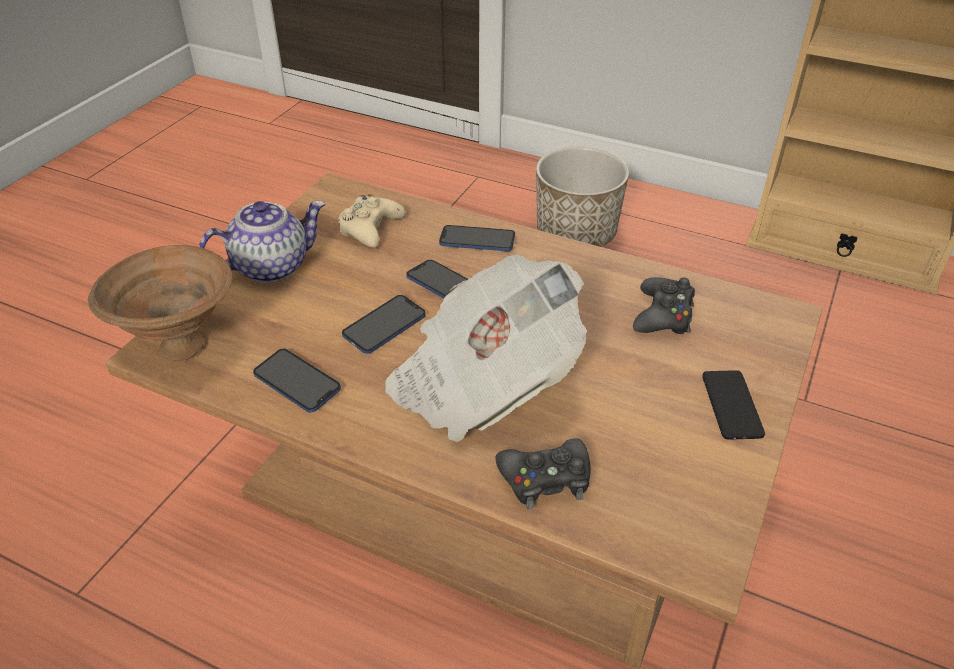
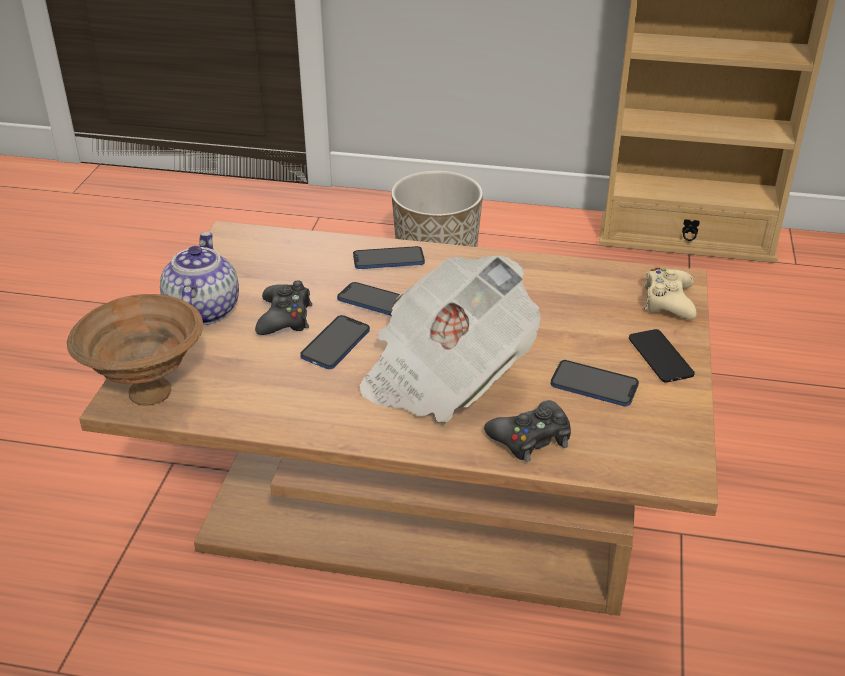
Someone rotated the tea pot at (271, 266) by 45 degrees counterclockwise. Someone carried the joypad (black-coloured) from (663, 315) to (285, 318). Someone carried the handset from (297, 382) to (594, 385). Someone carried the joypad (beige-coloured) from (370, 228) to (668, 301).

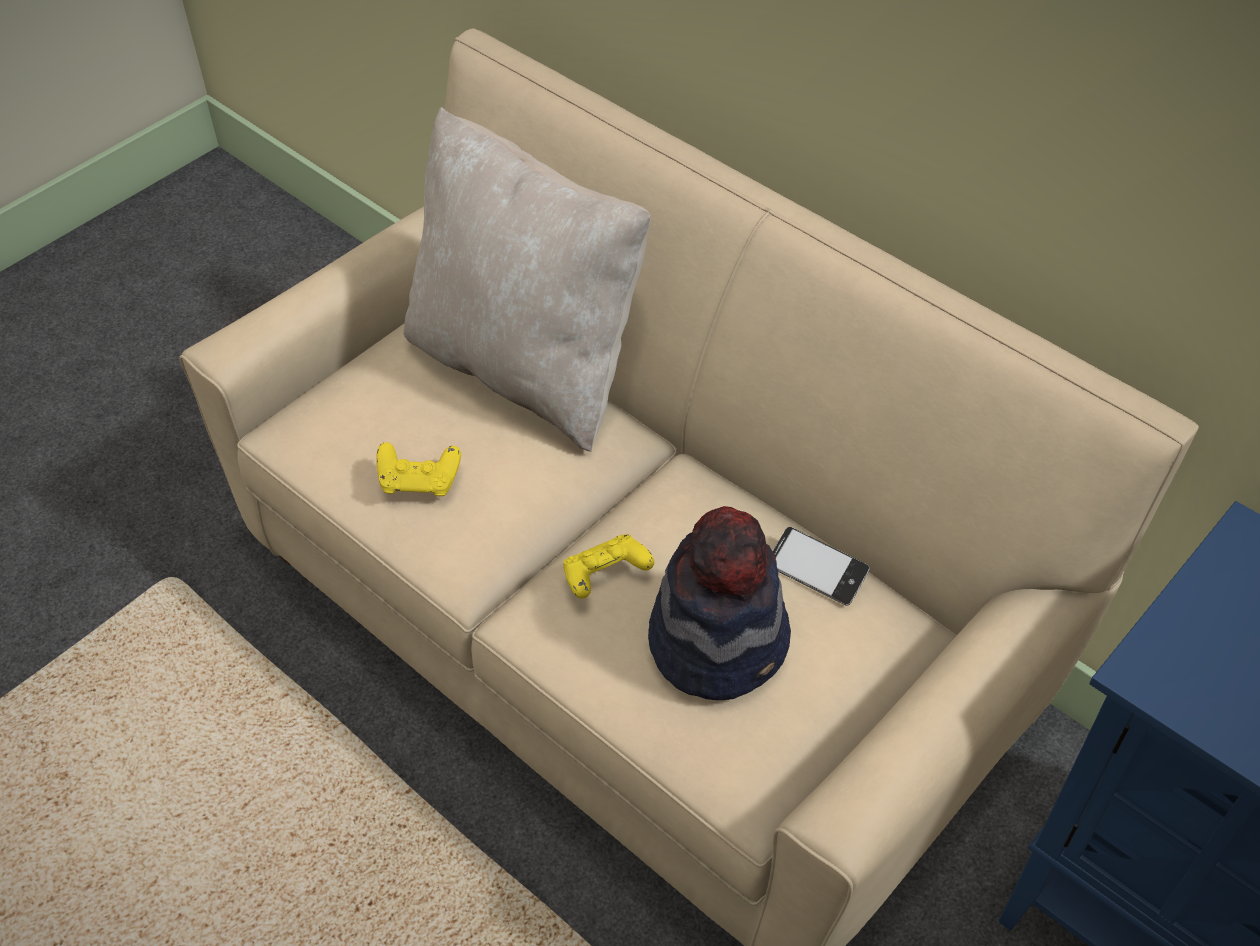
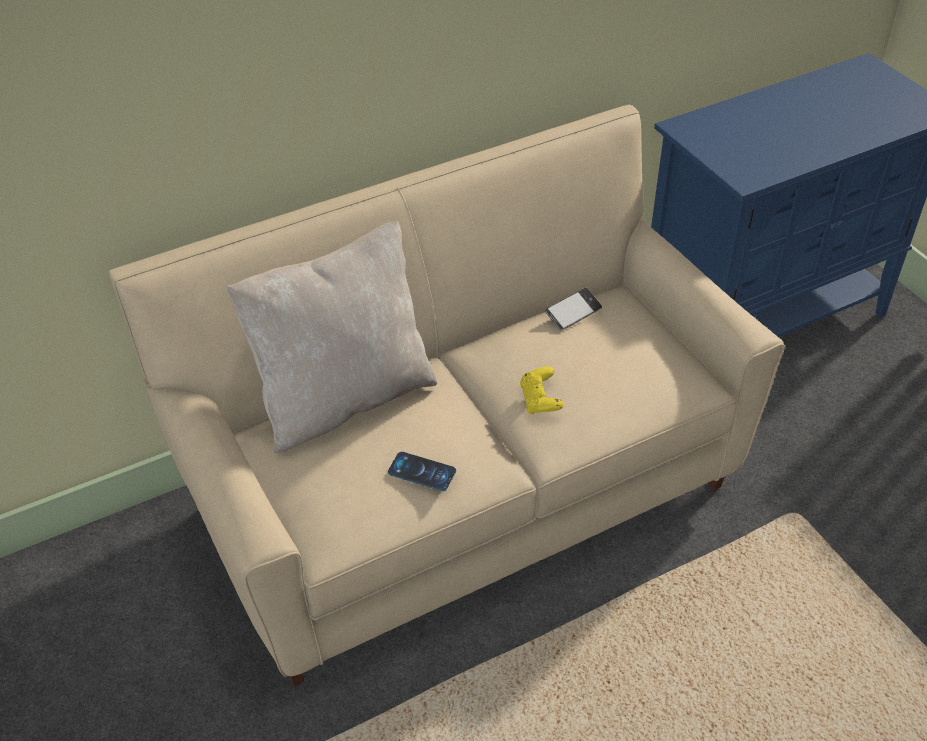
Someone swapped the joypad (yellow) at (419, 481) for the handset at (422, 472). Someone took away the hat at (719, 640).

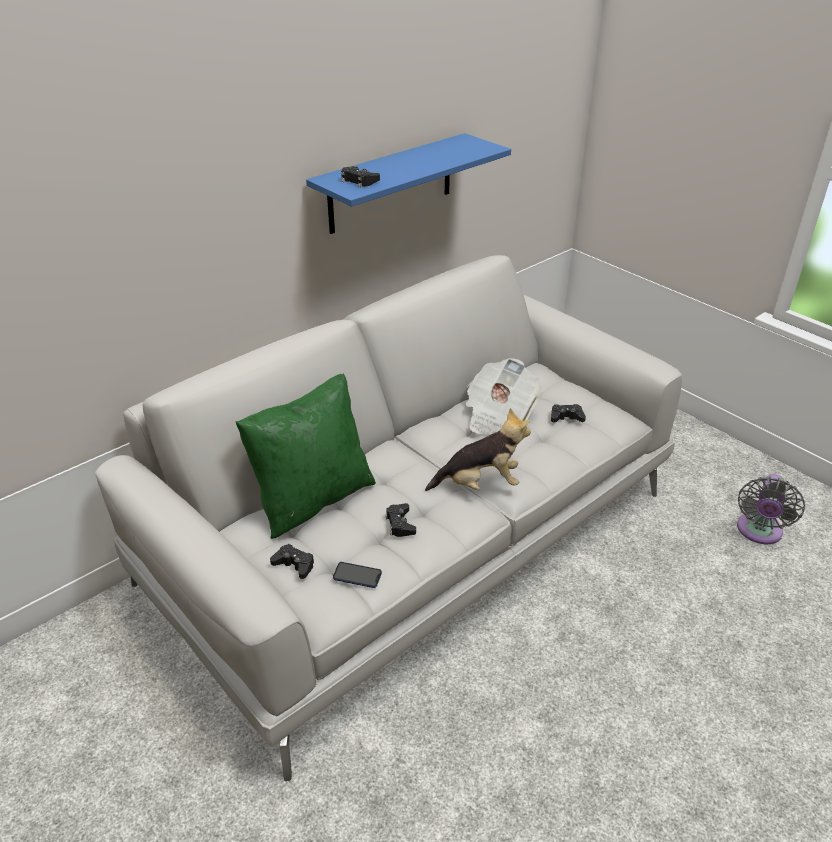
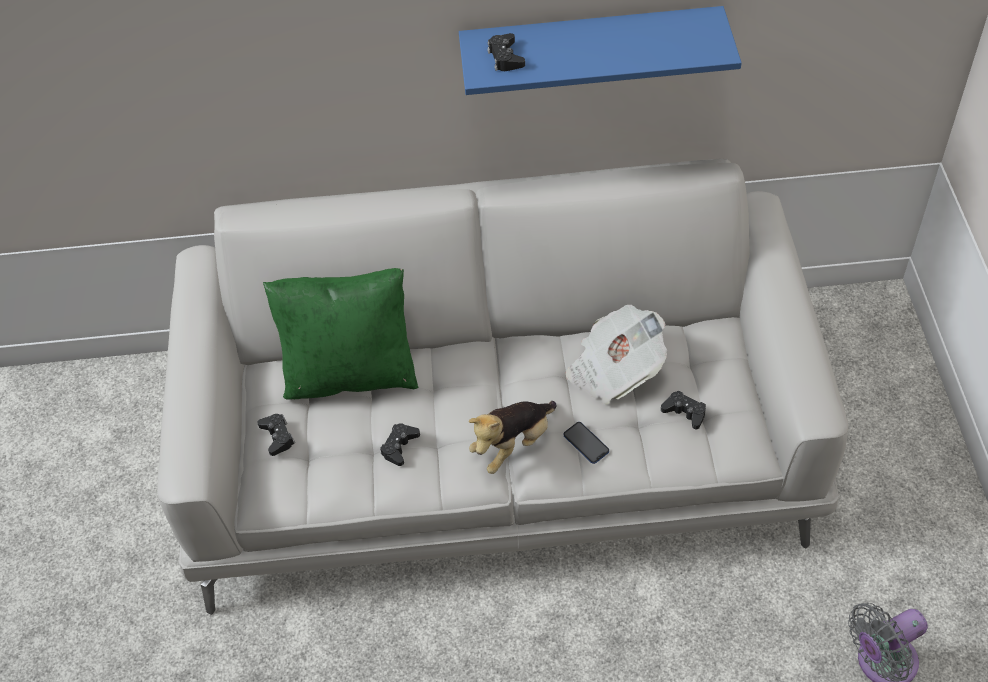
Someone rotated the cuddly toy at (480, 484) by 105 degrees clockwise. Someone carried the handset from (357, 576) to (586, 443).

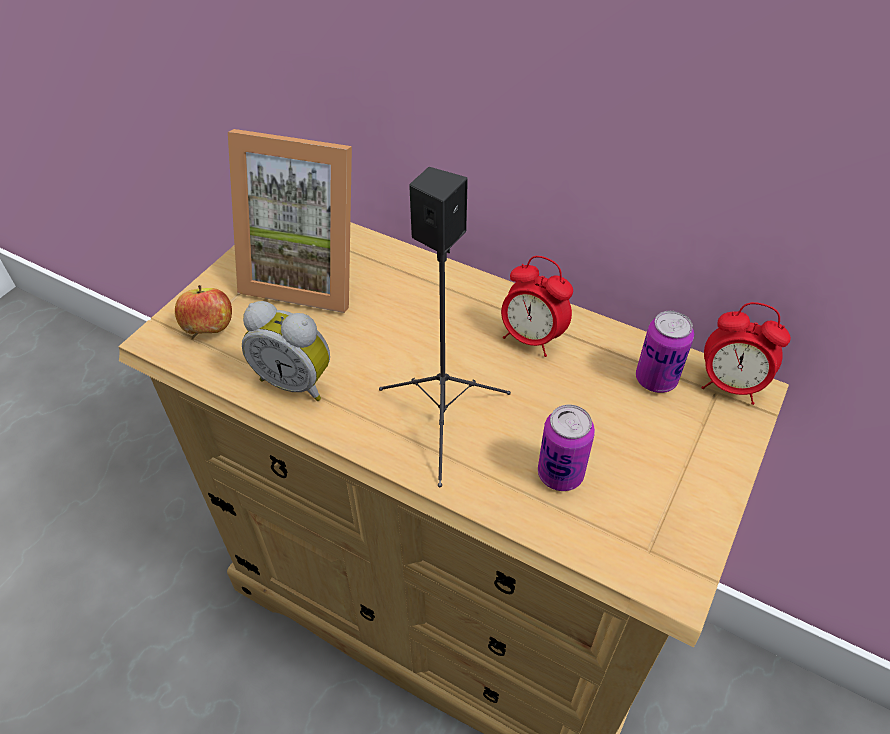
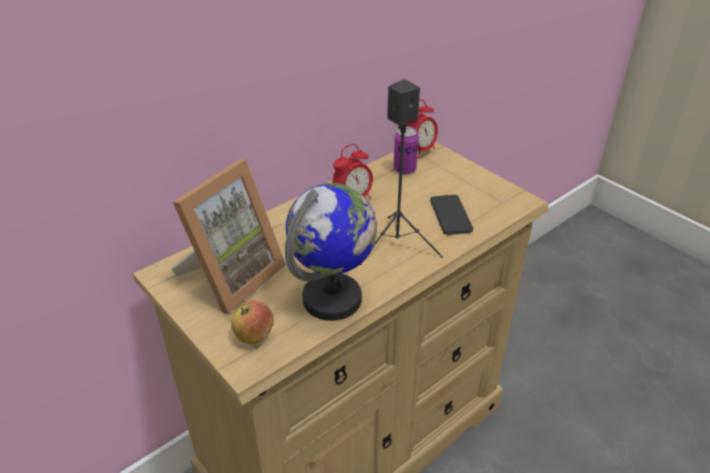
Someone swapped the bedside clock at (296, 381) for the globe at (333, 299). Someone swapped the sealed can at (560, 474) for the handset at (450, 215).

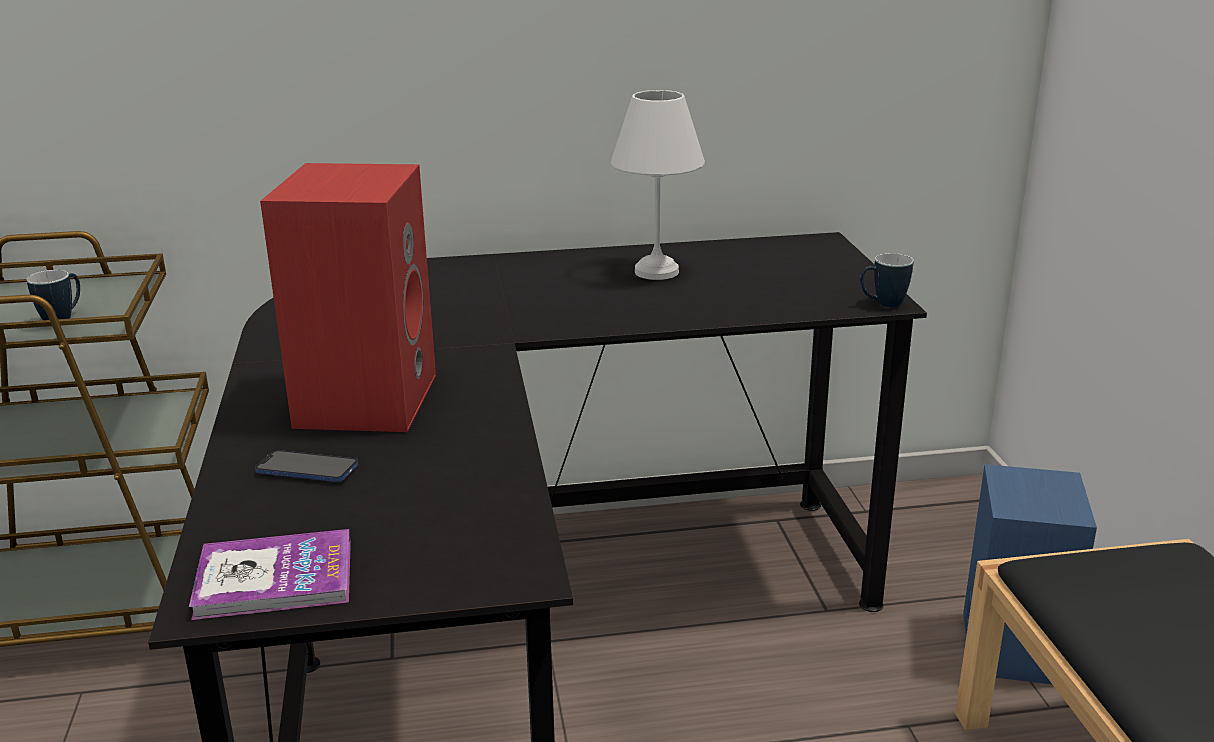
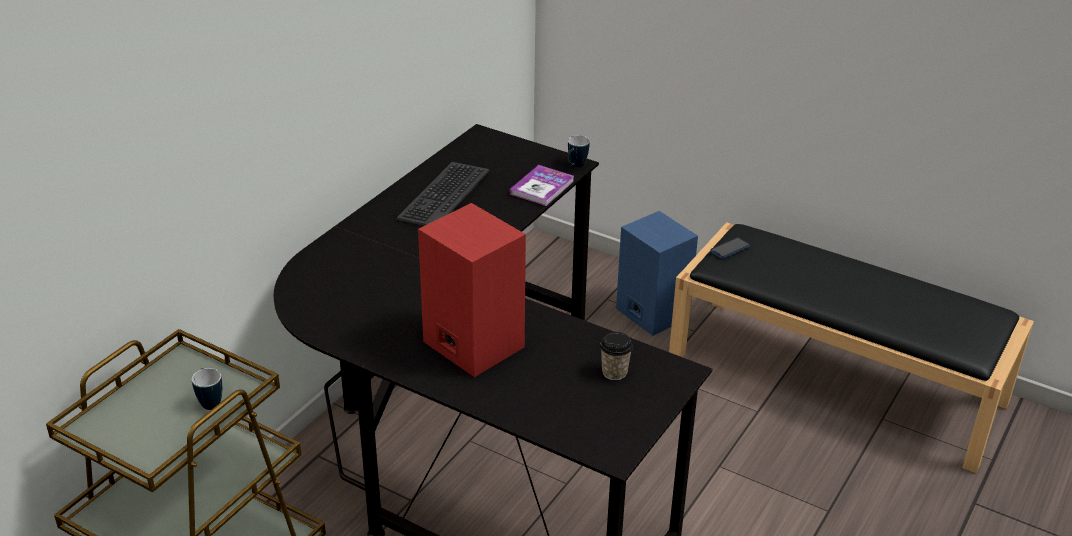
Someone swapped the table lamp (white-coloured) at (657, 271) for the PC keyboard at (443, 195). Someone carried the book from (275, 578) to (542, 187). Someone put down the small cup at (614, 372). Someone carried the handset from (307, 469) to (730, 249).

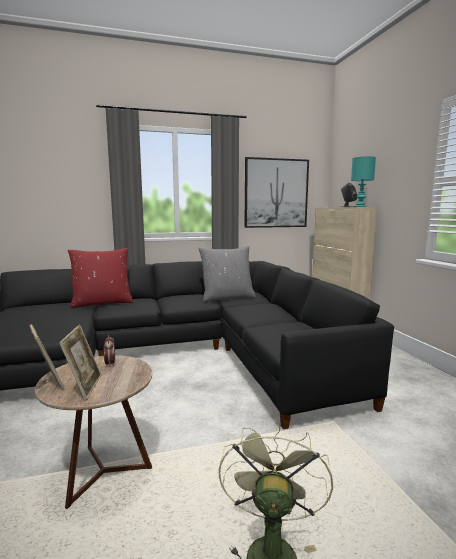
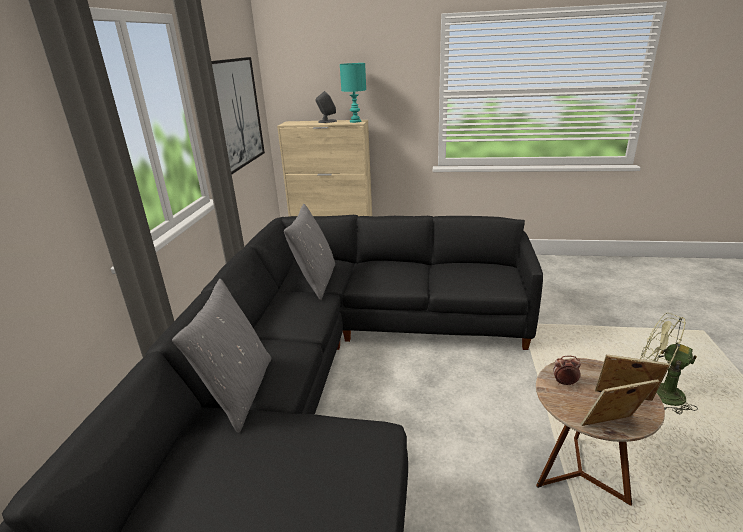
Someone repainted the throw pillow (red-coloured) at (102, 303), which became the throw pillow (grey) at (238, 392).

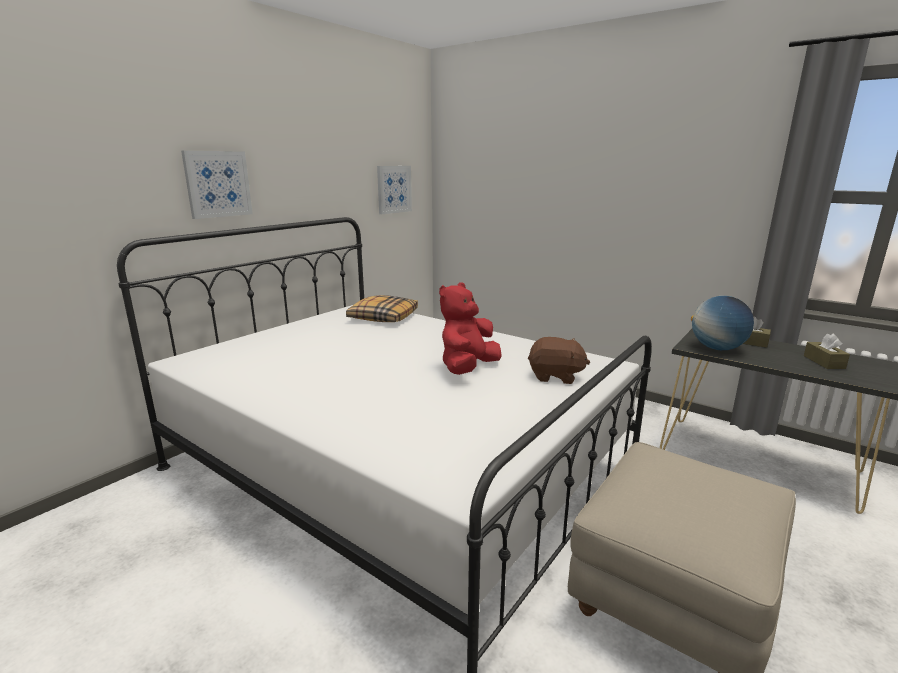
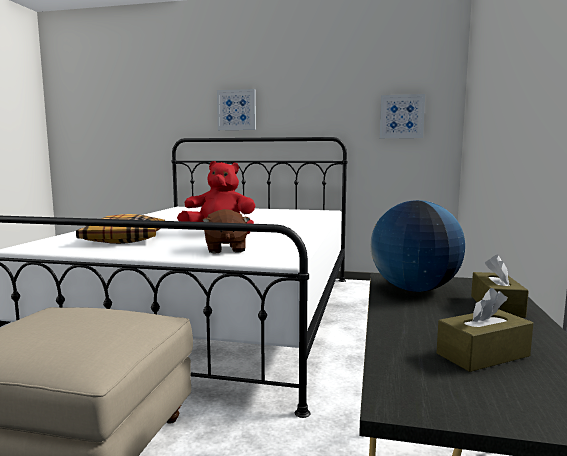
Someone carried the throw pillow from (383, 317) to (125, 239).

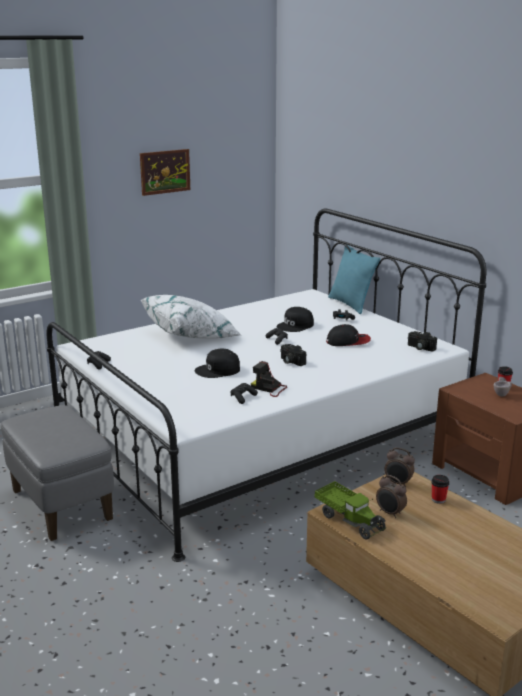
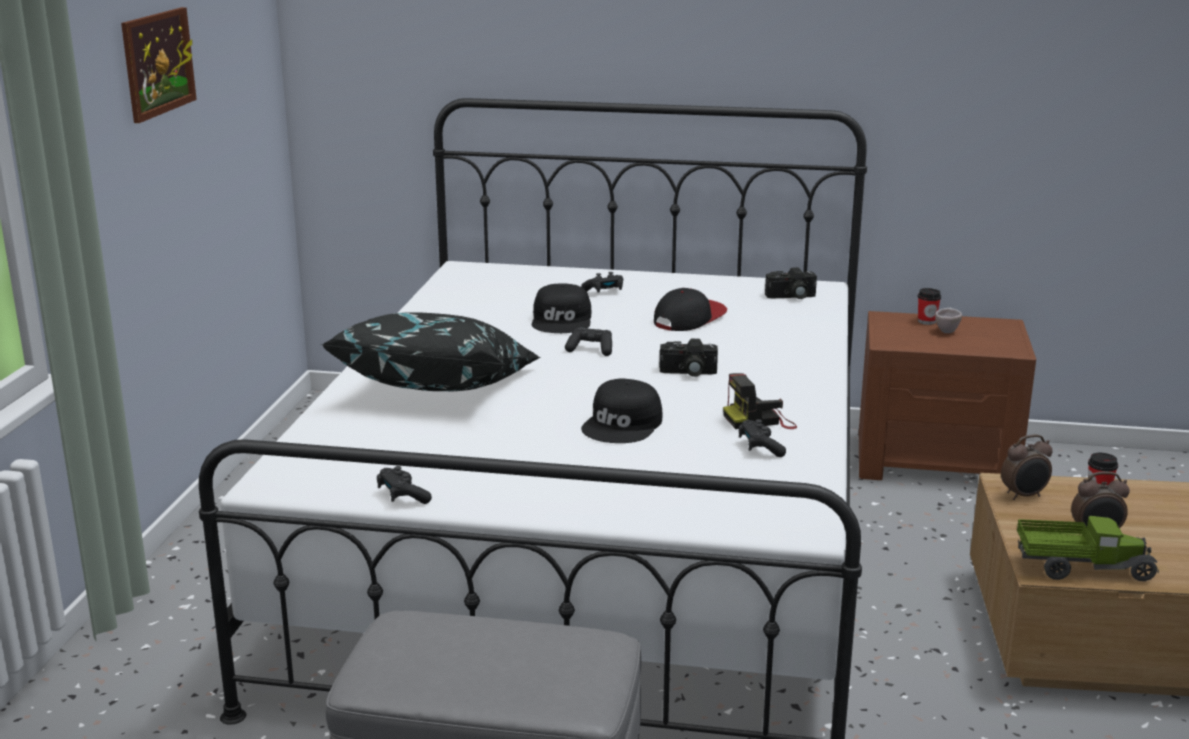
Someone repainted the throw pillow (white-coloured) at (191, 335), which became the throw pillow (black-coloured) at (439, 389). Someone took away the throw pillow (blue-green) at (351, 304).

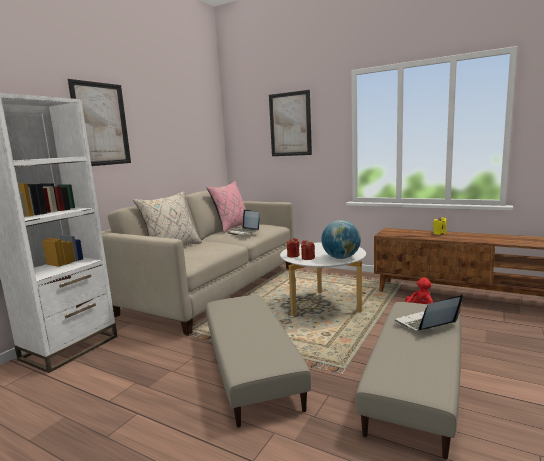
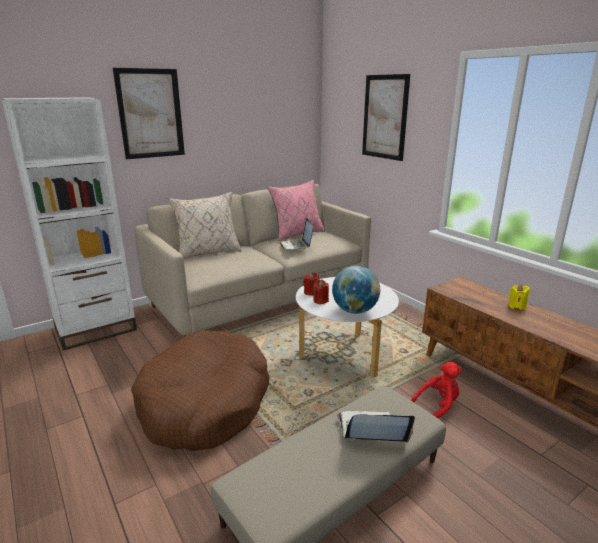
Someone swapped the ottoman (beige-coloured) at (250, 366) for the dog bed (brown-coloured) at (205, 403).

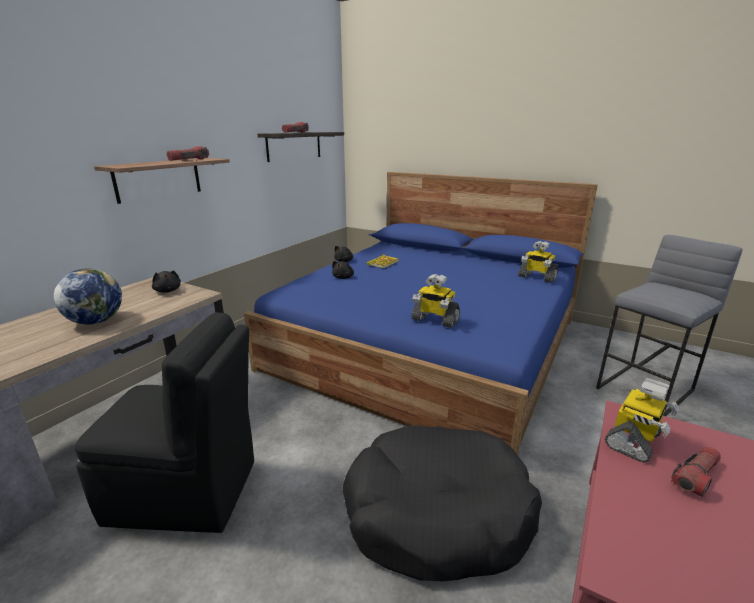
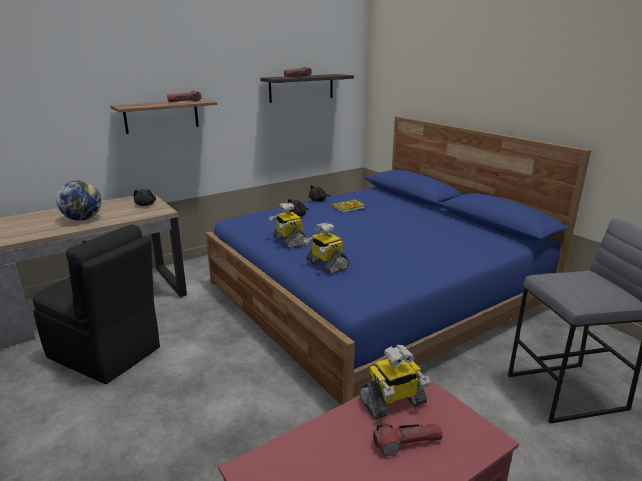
Someone carried the model robot from (536, 277) to (289, 241). Someone took away the dog bed (black-coloured) at (437, 514).

